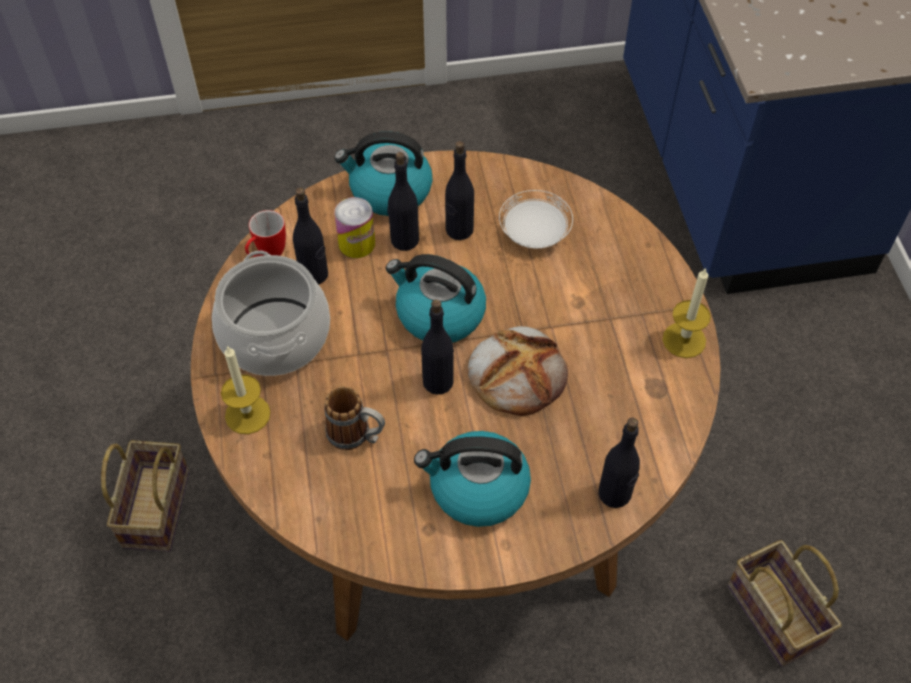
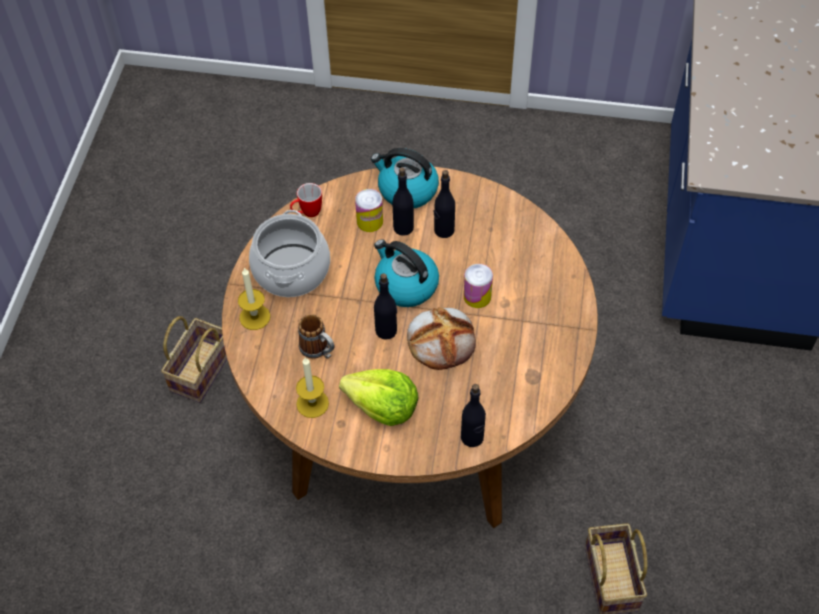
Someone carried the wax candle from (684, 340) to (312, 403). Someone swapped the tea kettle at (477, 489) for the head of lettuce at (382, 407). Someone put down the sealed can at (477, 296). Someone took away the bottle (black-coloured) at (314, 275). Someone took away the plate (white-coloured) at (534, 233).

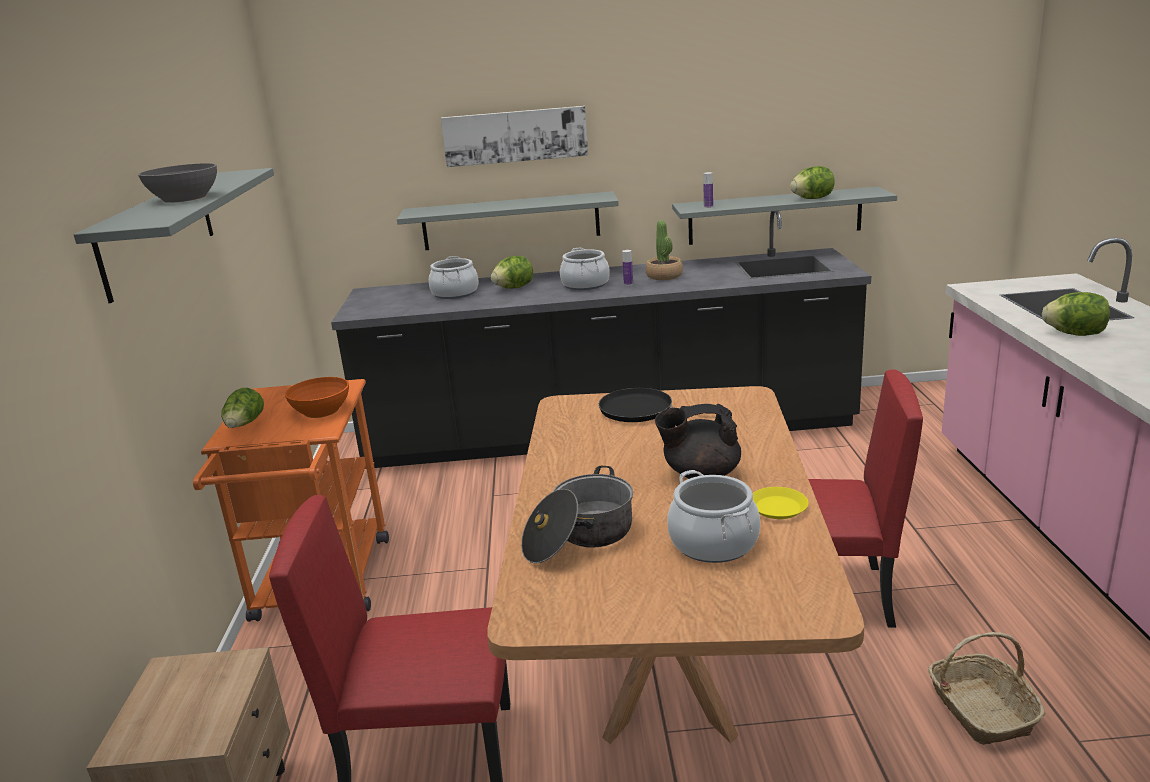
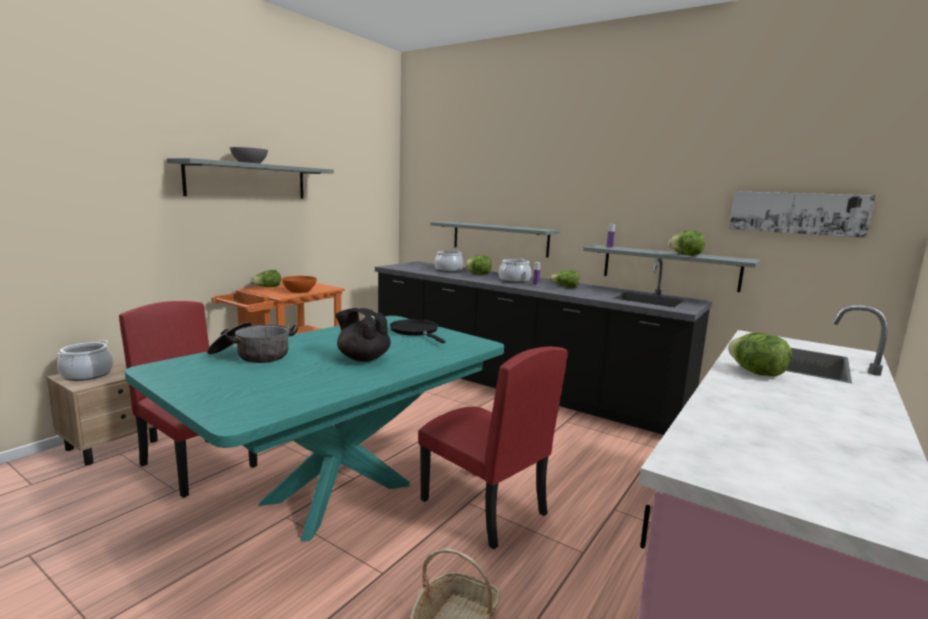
Someone carried the stockpot from (713, 543) to (87, 375). Someone repainted the kitchen table (brown-coloured) at (668, 671), which became the kitchen table (blue-green) at (338, 494). Someone swapped the plant in a pot at (664, 276) for the head of lettuce at (565, 287). Someone carried the wall art from (515, 136) to (797, 213). Someone took away the plate (yellow) at (778, 507).

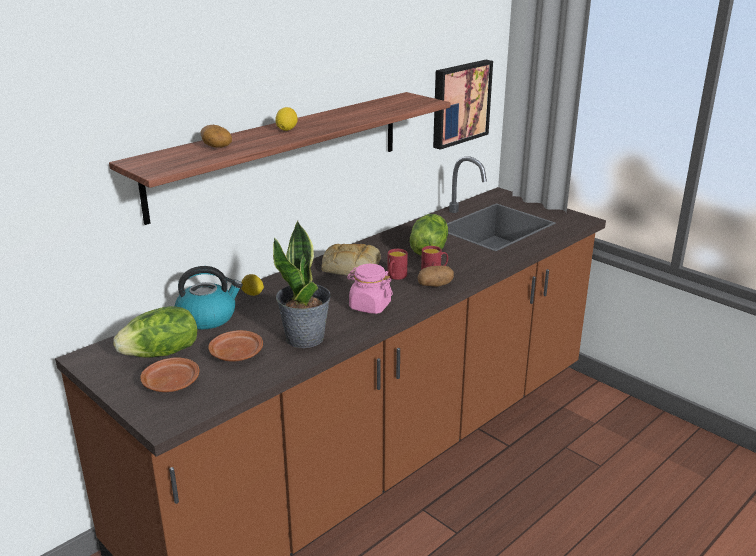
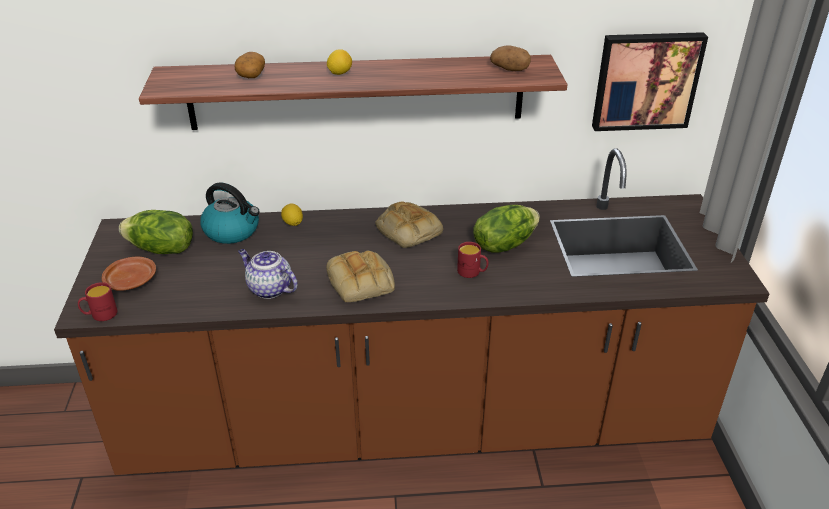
Someone carried the coffee mug (red-coloured) from (395, 277) to (100, 315). Someone swapped the plant in a pot at (305, 338) for the tea pot at (269, 289). Someone swapped the preserve jar (pink) at (369, 306) for the bread at (362, 282). Someone carried the potato from (435, 285) to (510, 69). Someone took away the plate (brown-coloured) at (236, 354).

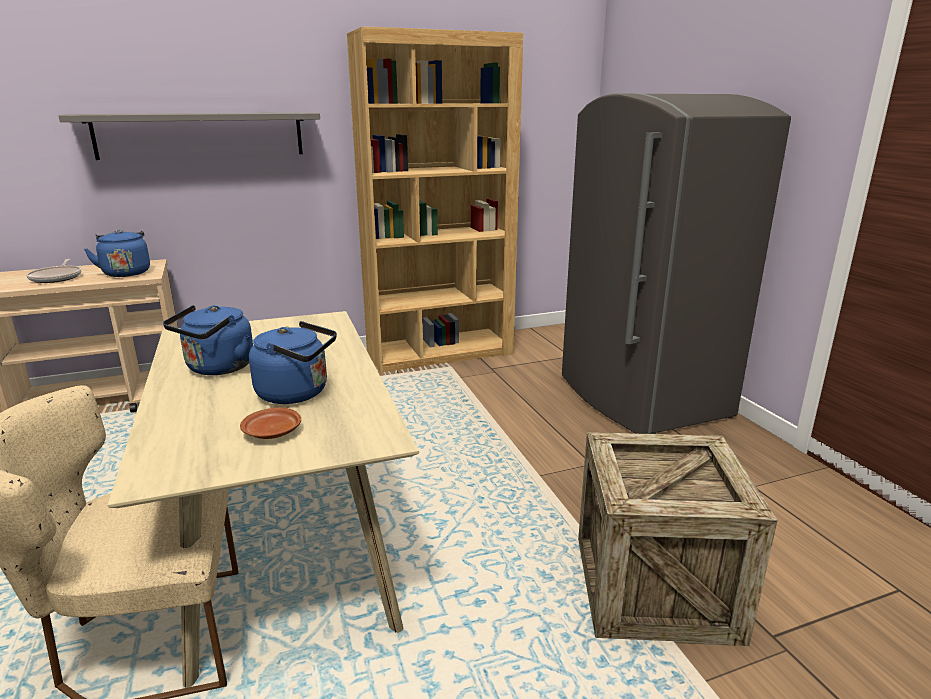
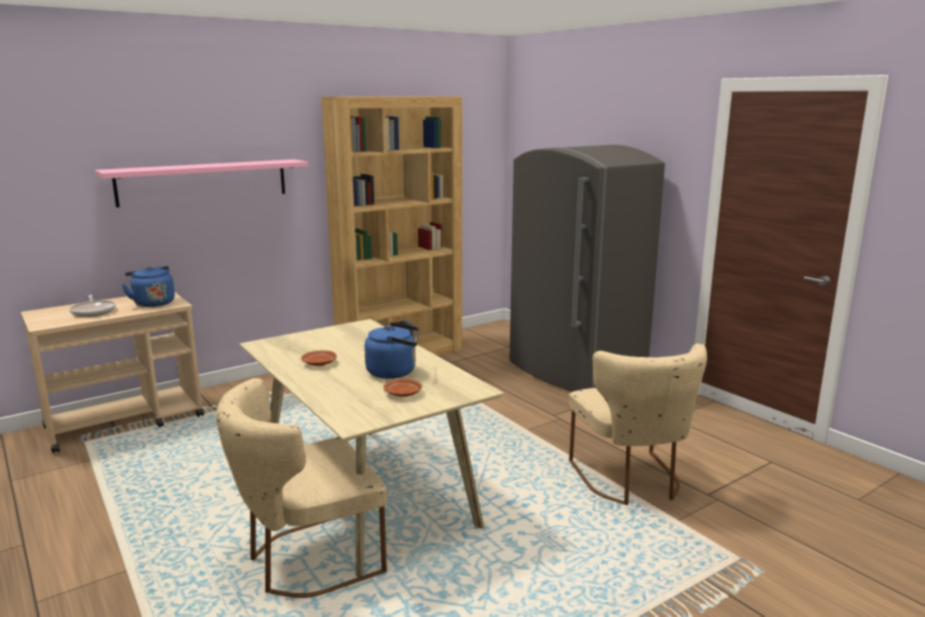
Someone repainted the wall shelf (grey) at (201, 135), which became the wall shelf (pink) at (204, 182). Someone swapped the tea kettle (blue-coloured) at (218, 368) for the plate (brown-coloured) at (319, 363). Someone swapped the shipping crate at (654, 587) for the chair (beige-coloured) at (631, 481).

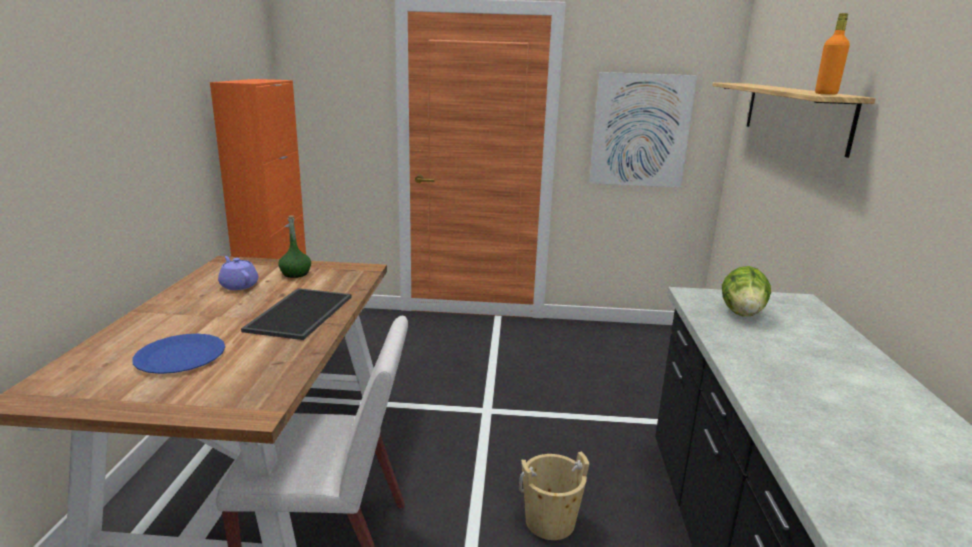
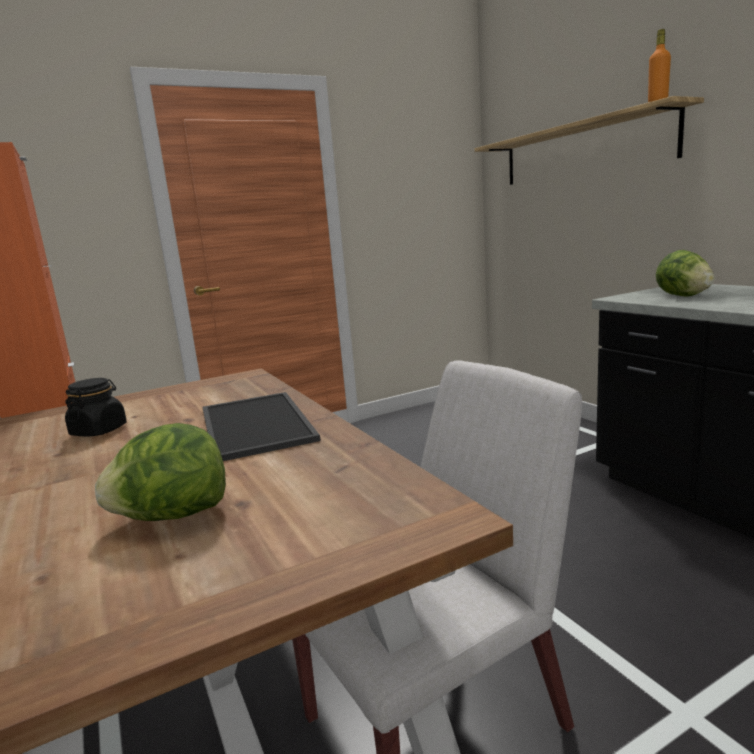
Someone swapped the tea pot (purple) at (239, 285) for the preserve jar (black-coloured) at (99, 431). Someone swapped the plate (blue-coloured) at (180, 356) for the head of lettuce at (173, 516). Someone took away the bottle (greenish) at (295, 274). Someone took away the water bucket (beige-coloured) at (550, 521). Someone took away the wall art at (640, 131).

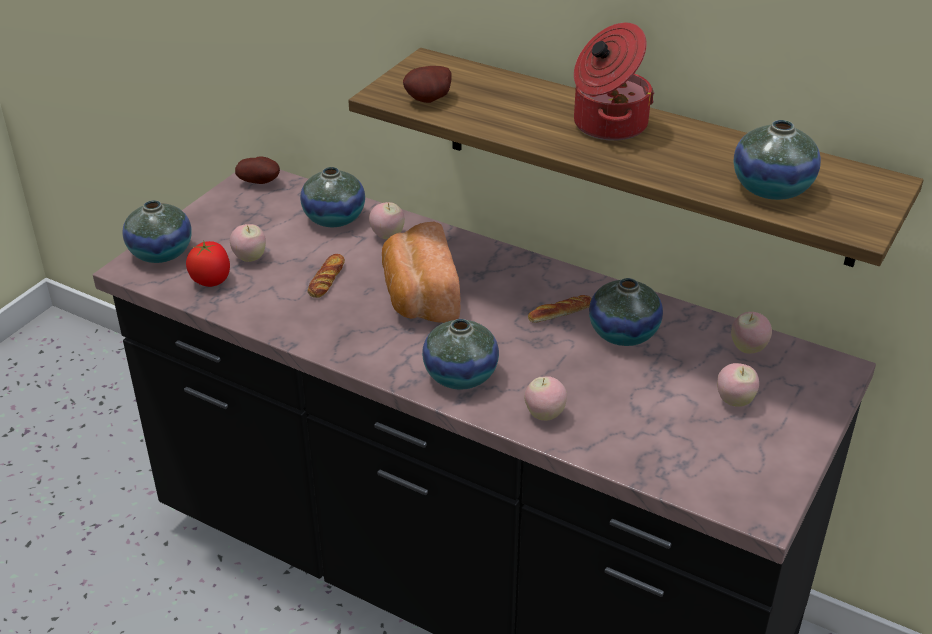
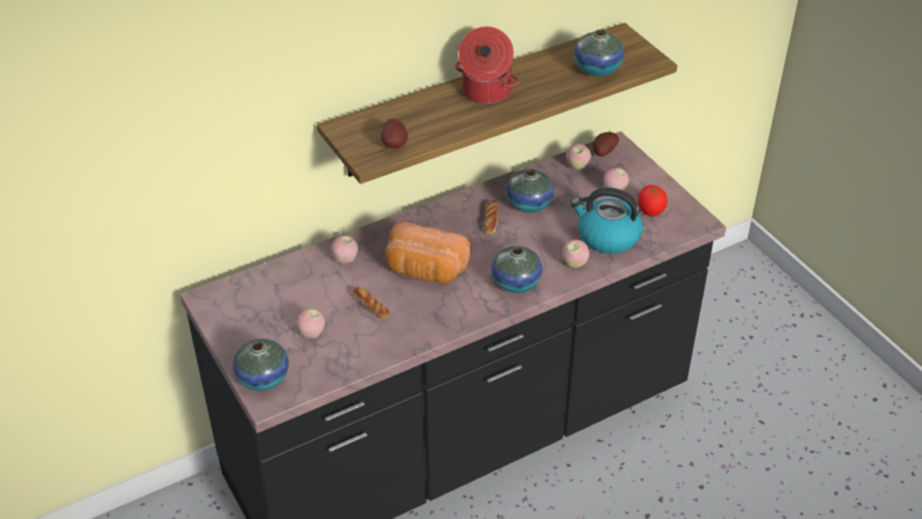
Someone put down the tea kettle at (607, 237). Someone carried the potato from (260, 182) to (603, 152). Someone carried the fresh tomato from (211, 280) to (650, 211). Someone took away the decorative vase at (334, 218).

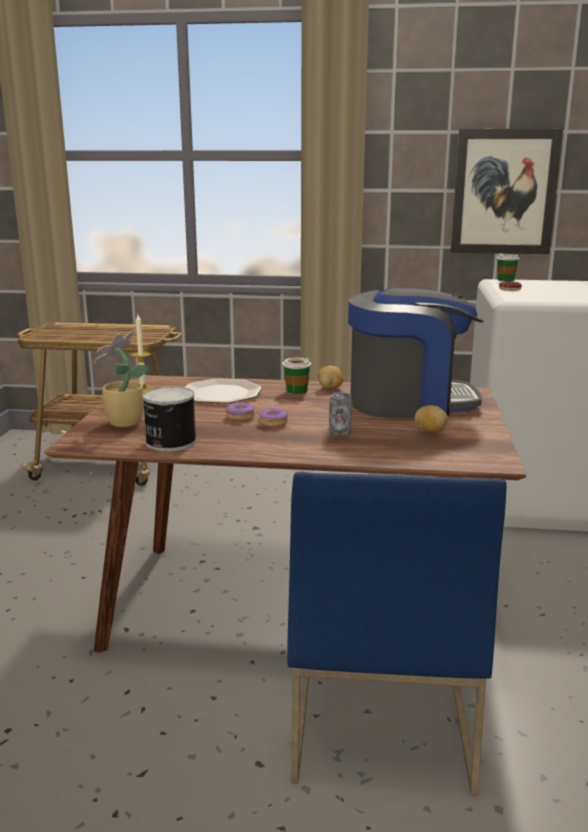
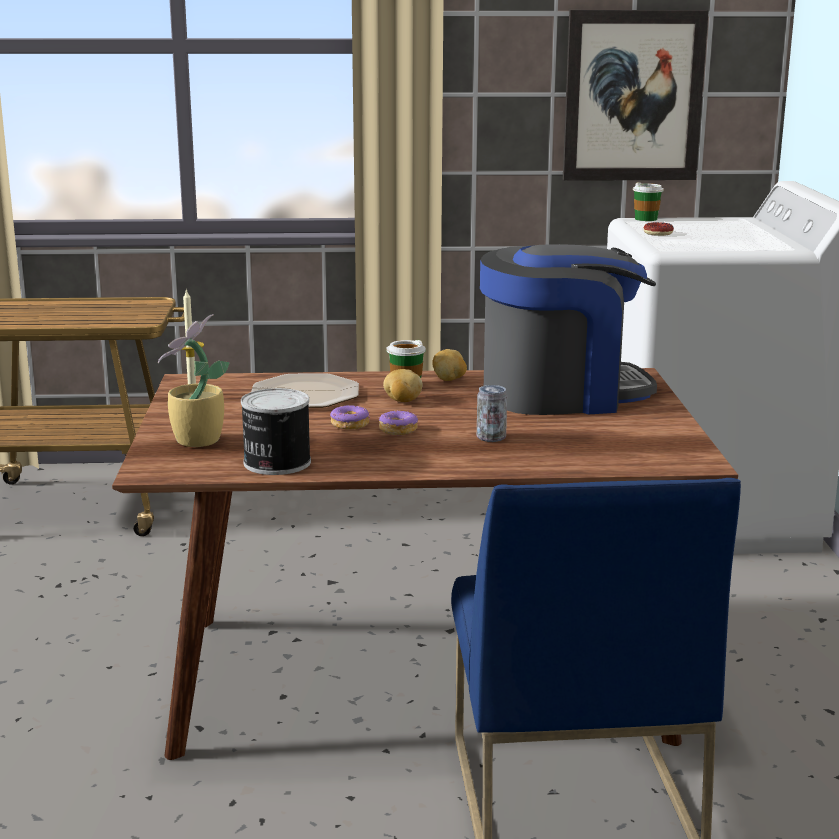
Someone carried the potato from (429, 431) to (402, 401).

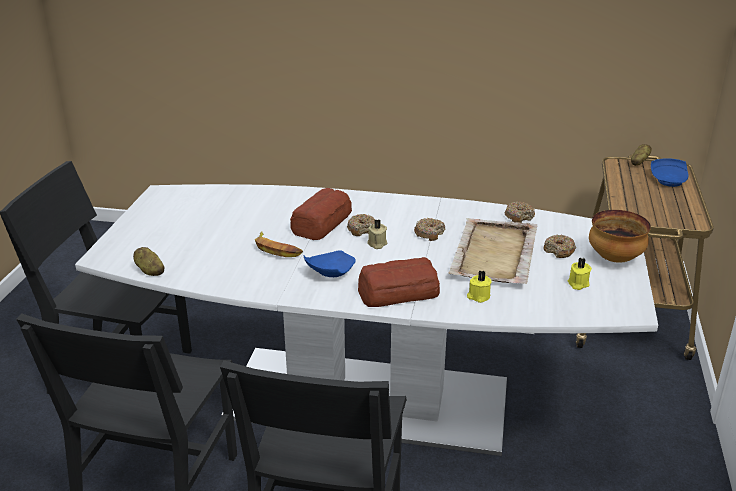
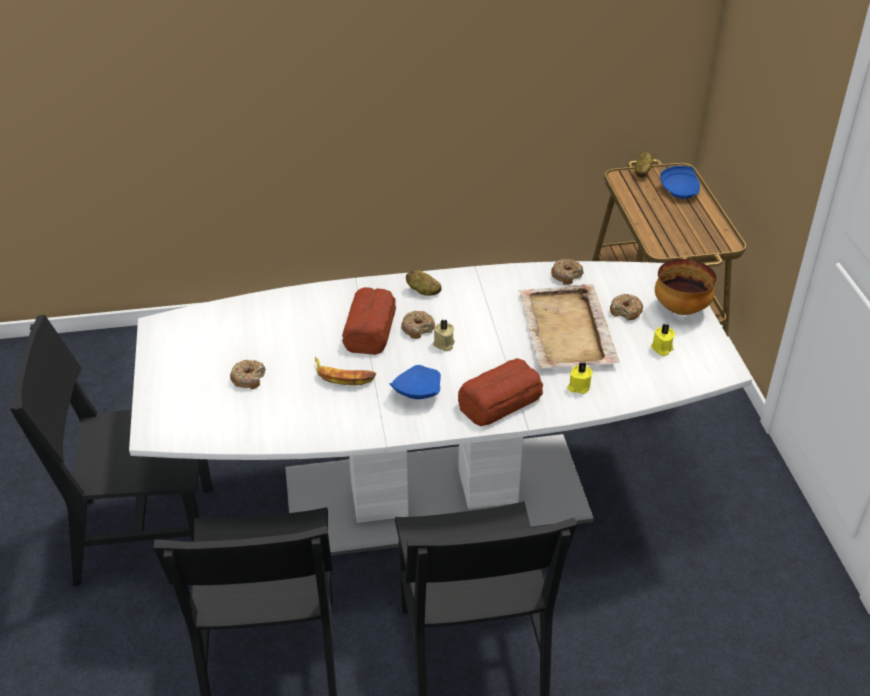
Someone carried the donut from (429, 233) to (248, 378). Someone carried the potato from (149, 271) to (423, 291).

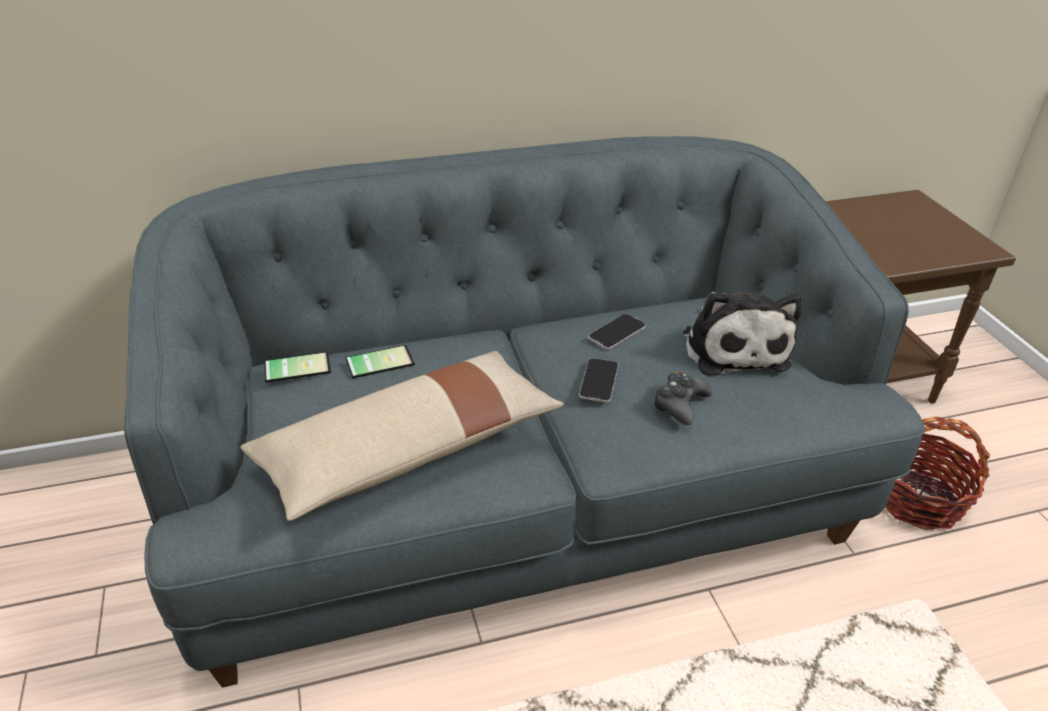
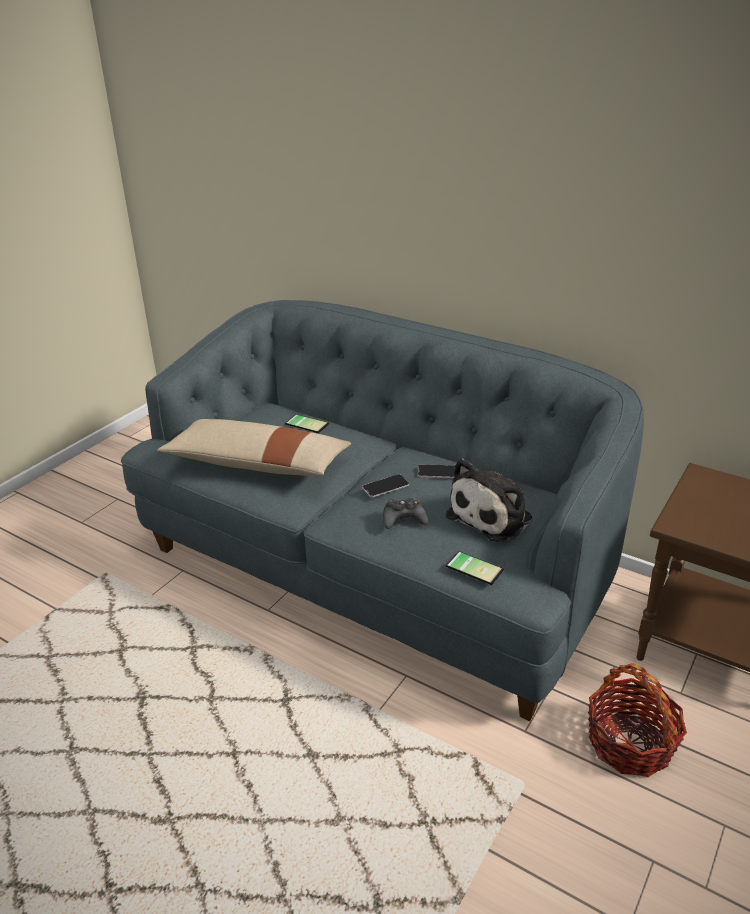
Someone carried the handset from (297, 365) to (476, 566).

